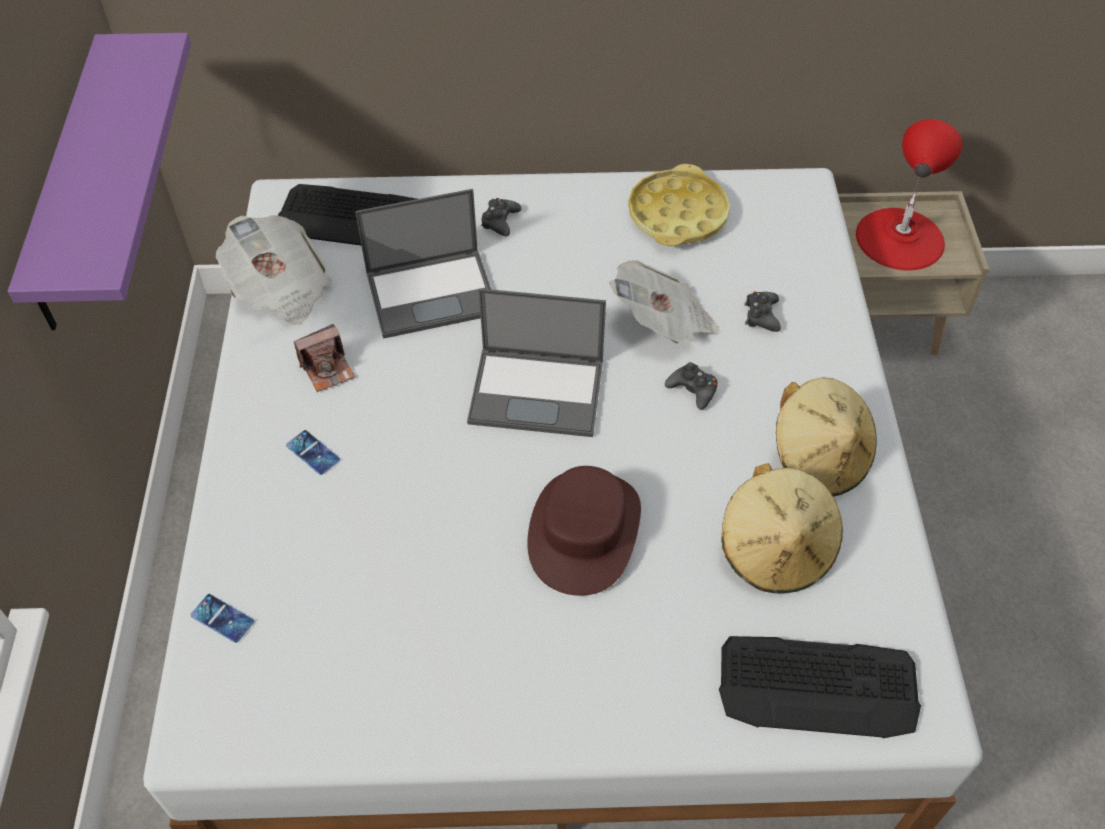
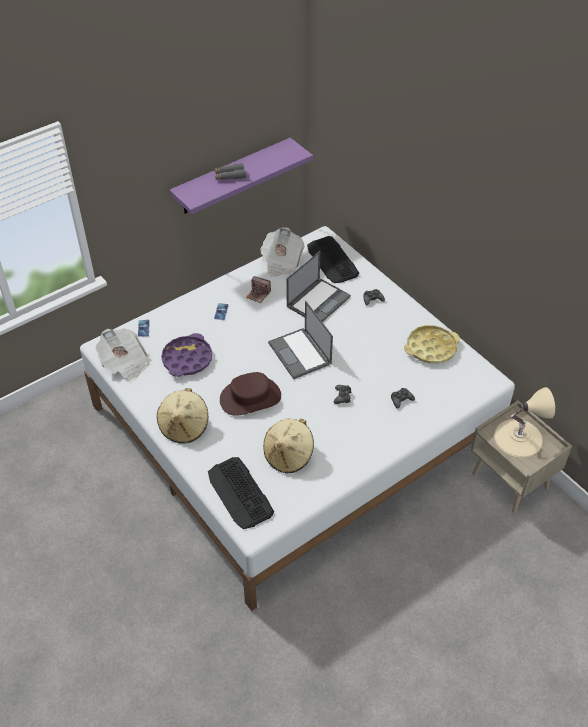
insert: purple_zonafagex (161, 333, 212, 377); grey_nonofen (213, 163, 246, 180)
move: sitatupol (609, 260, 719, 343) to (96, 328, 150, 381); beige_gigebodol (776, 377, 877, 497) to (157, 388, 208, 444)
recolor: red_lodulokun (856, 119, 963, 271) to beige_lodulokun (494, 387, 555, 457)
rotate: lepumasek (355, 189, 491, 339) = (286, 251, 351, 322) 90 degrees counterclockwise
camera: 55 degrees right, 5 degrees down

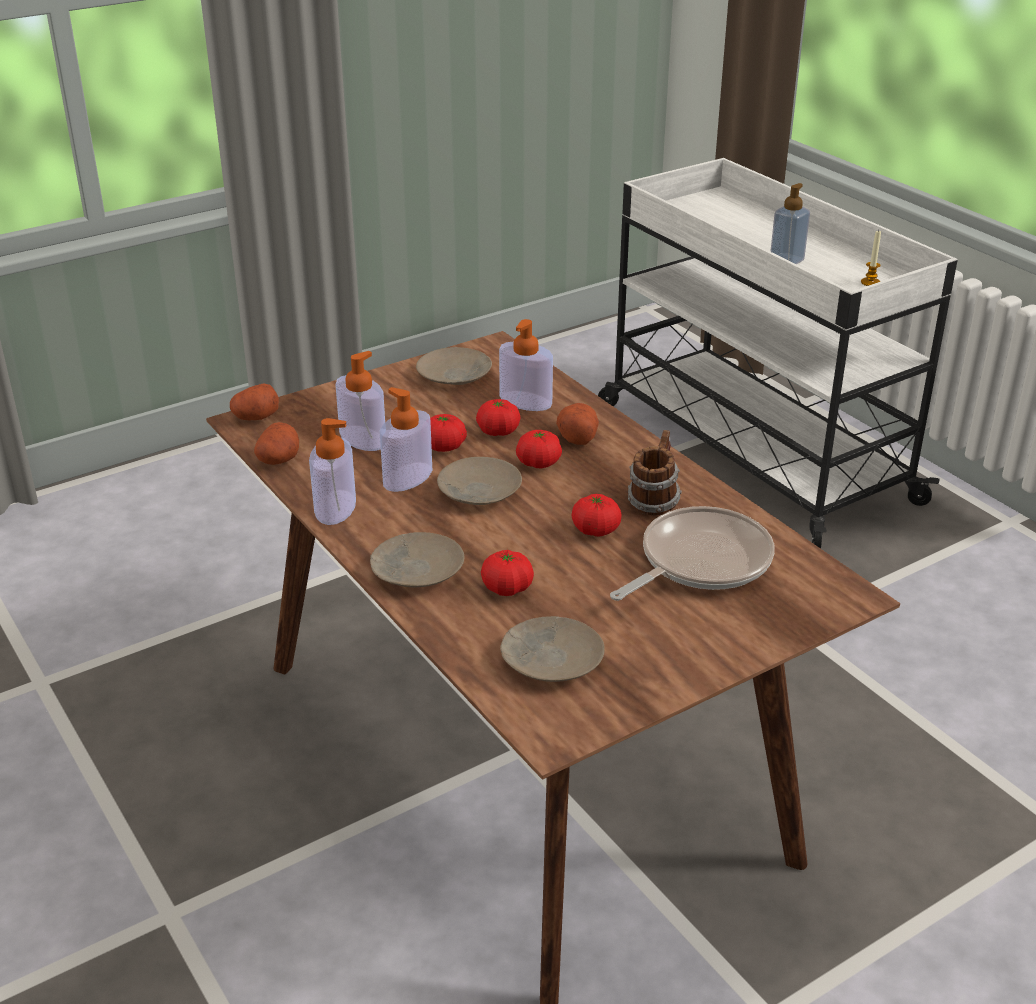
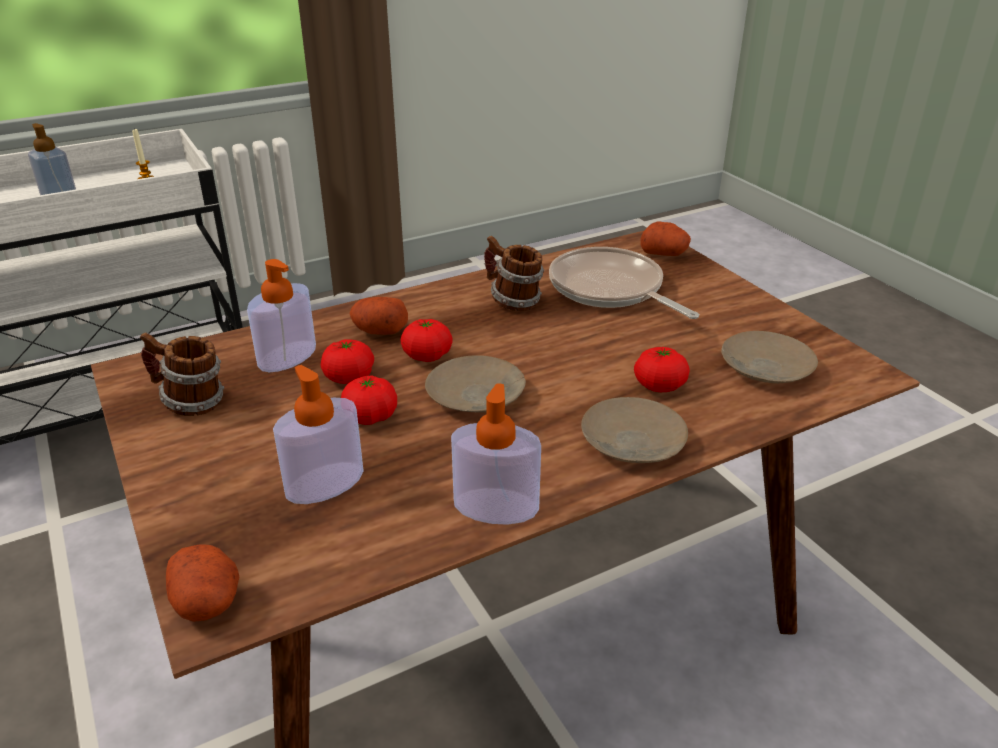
delete: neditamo (380, 387, 432, 492); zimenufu (572, 494, 622, 537)
move: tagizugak (254, 422, 299, 465) to (641, 222, 691, 256)
replace: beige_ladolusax (416, 347, 492, 385) to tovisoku (140, 333, 224, 416)
camera: 85 degrees left, 0 degrees up

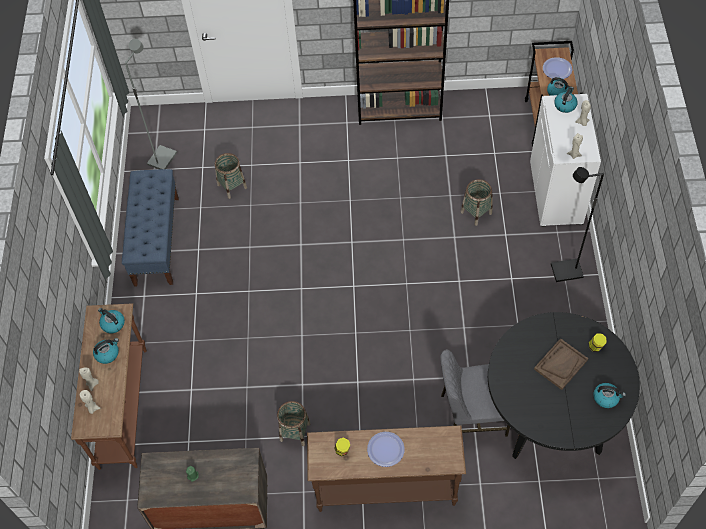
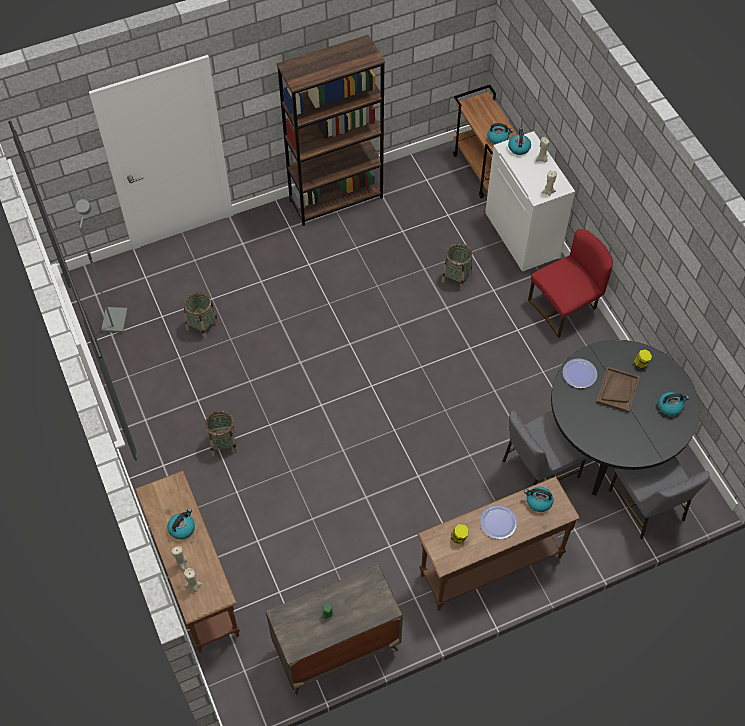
delete: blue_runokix (122, 169, 179, 287)
insert: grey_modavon (608, 457, 710, 539)
move: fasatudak (98, 308, 125, 333) to (524, 486, 554, 512); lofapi (277, 401, 310, 446) to (205, 410, 238, 457); ladolusax (543, 57, 572, 79) to (563, 358, 597, 388)
replace: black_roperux (551, 167, 604, 282) to red_modavon (528, 229, 613, 338)
camera: 25 degrees left, 0 degrees up

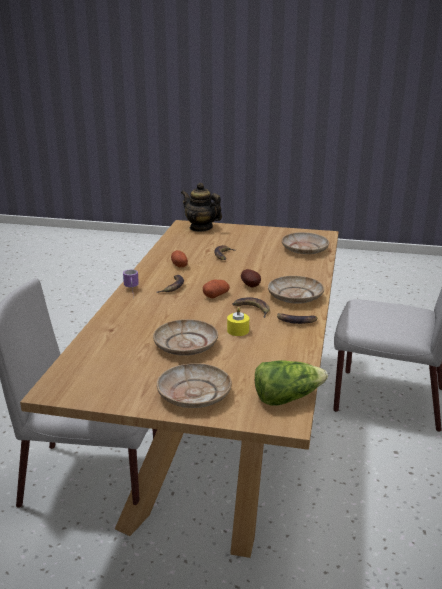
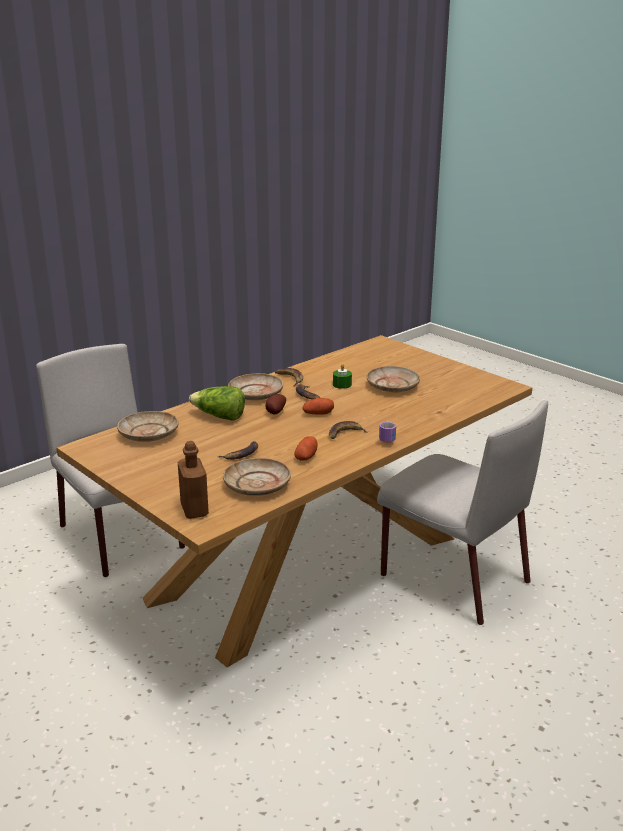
move: beige_ladolusax (157, 363, 232, 408) to (223, 458, 291, 496); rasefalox (255, 360, 328, 406) to (189, 386, 245, 421)
replace: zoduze (181, 183, 222, 232) to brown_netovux (178, 441, 209, 519)
recolor: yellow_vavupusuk (227, 307, 249, 336) to green_vavupusuk (333, 364, 352, 389)
camera: 145 degrees left, 0 degrees up

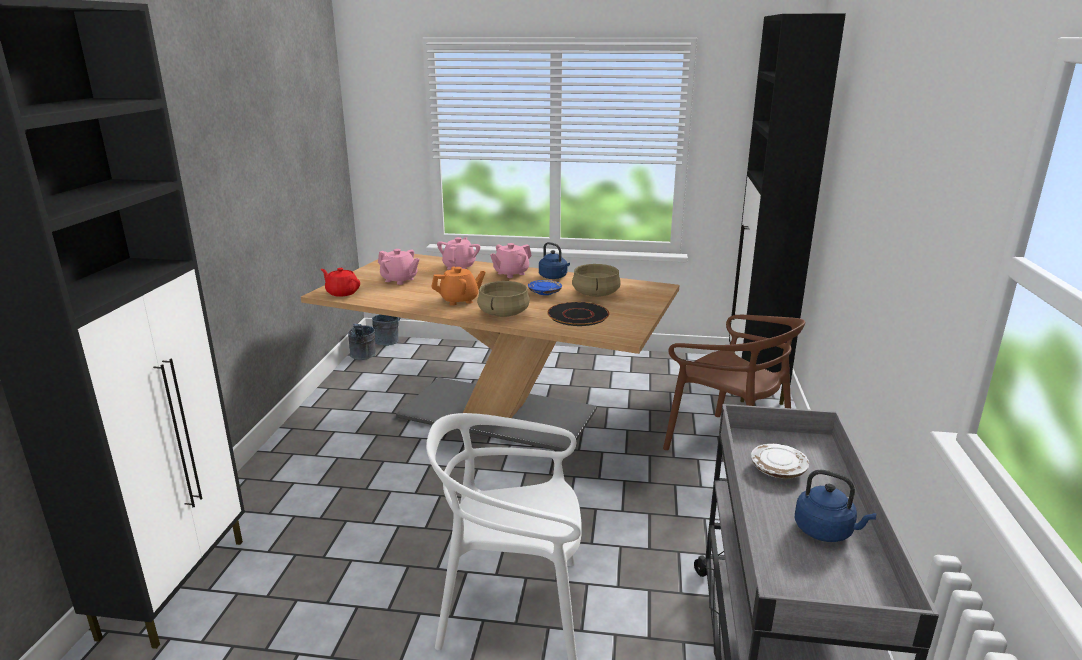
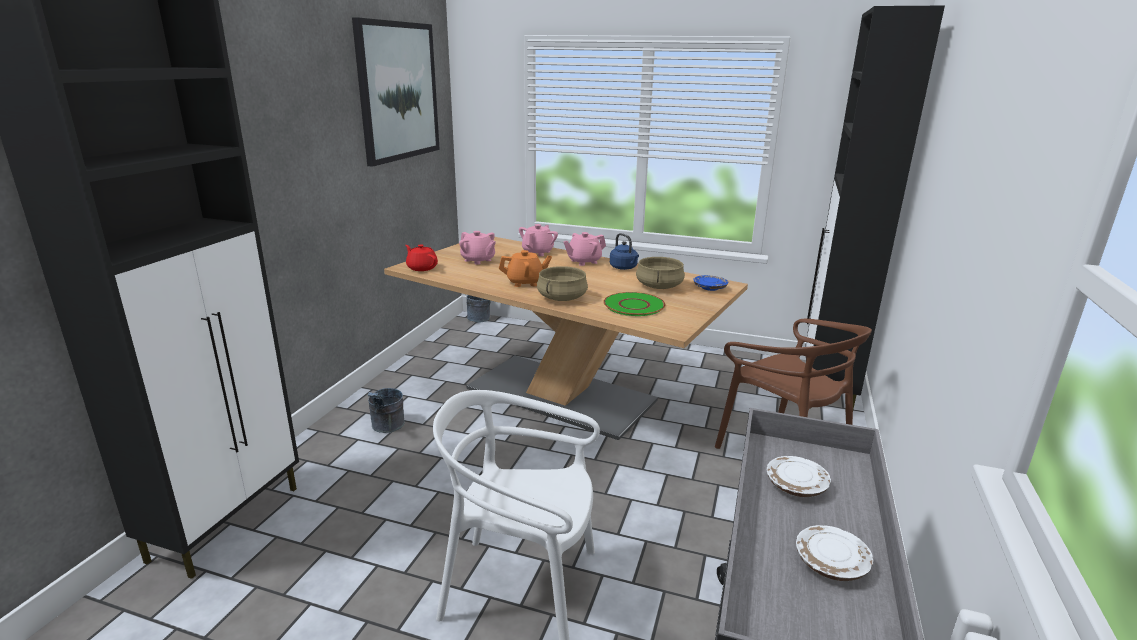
insert: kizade (352, 18, 440, 167)
move: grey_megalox (348, 324, 376, 360) to (368, 388, 405, 433); blue_ladolusax (528, 280, 562, 295) to (693, 275, 728, 291)
replace: blue_fasatudak (795, 470, 876, 542) to white_ladolusax (796, 525, 874, 581)
recolor: black_ladolusax (547, 302, 610, 326) to green_ladolusax (604, 292, 666, 316)
camera: 10 degrees right, 0 degrees up

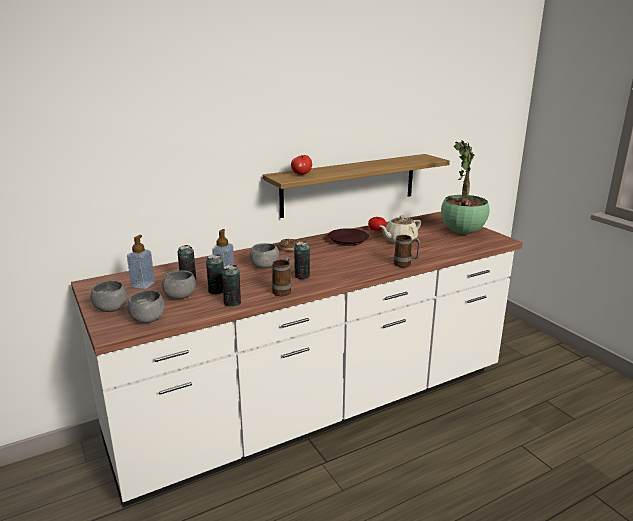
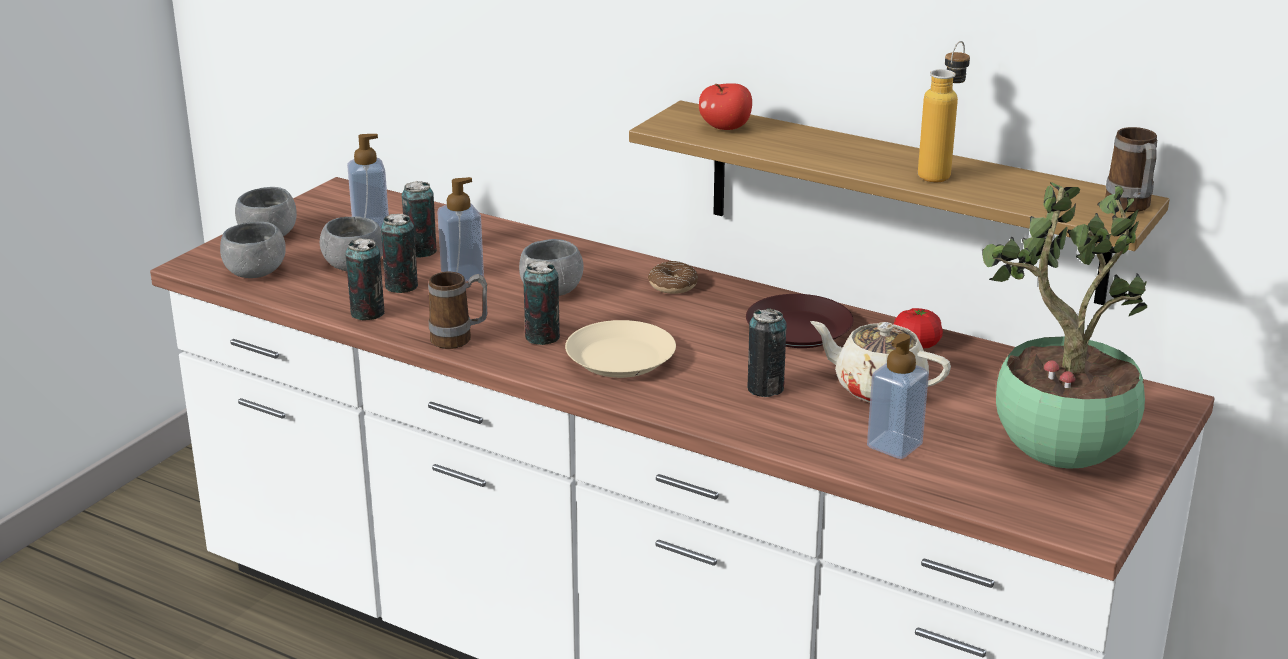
insert: beige_ladolusax (565, 320, 676, 378); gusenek (747, 308, 787, 397); neditamo (867, 333, 929, 459); netovux (918, 41, 970, 182)
move: tovisoku (394, 235, 420, 267) to (1105, 127, 1157, 212)
camera: 60 degrees right, 5 degrees up

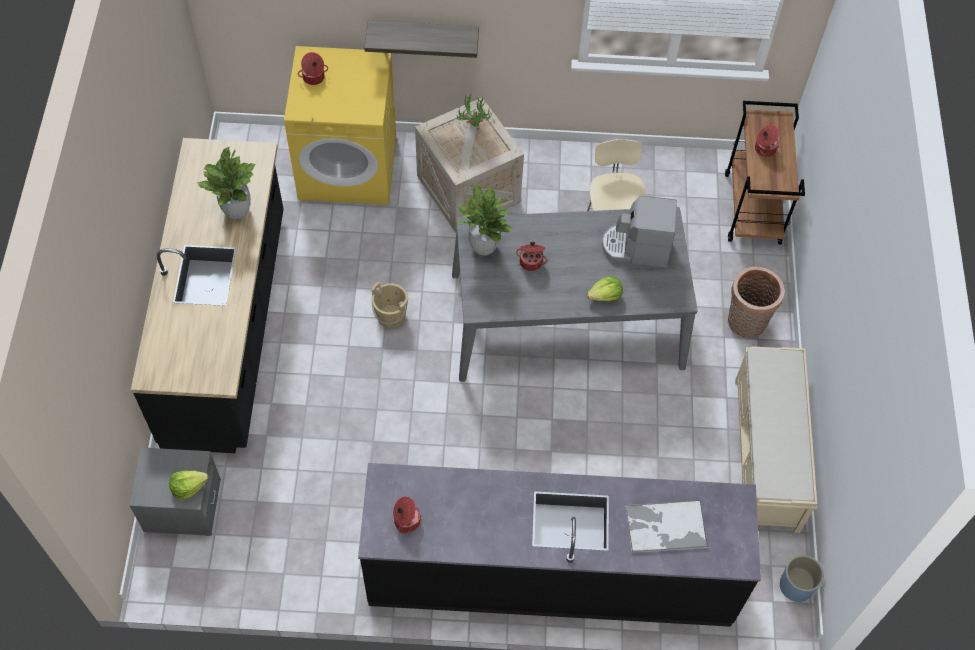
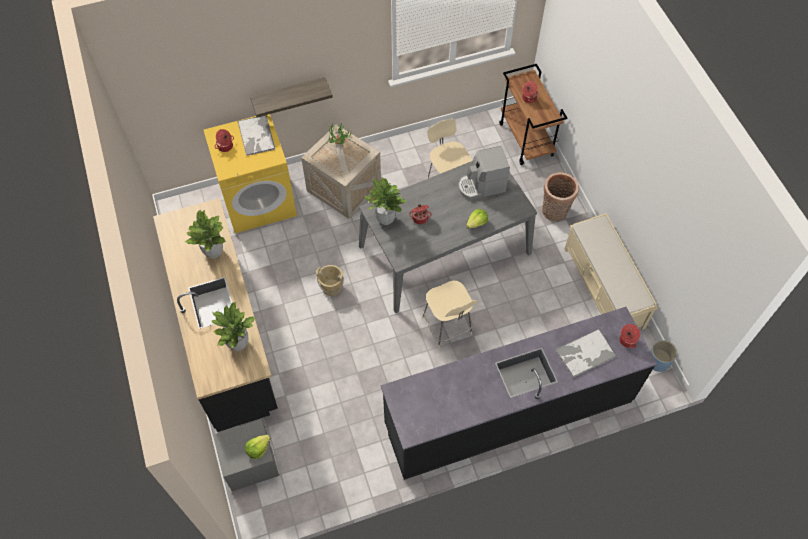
insert: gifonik (211, 302, 256, 351); zonafagex (237, 115, 275, 156); beige_modavon (422, 281, 478, 348)
move: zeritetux (393, 497, 421, 534) to (620, 324, 640, 348)
camera: 20 degrees left, 0 degrees up

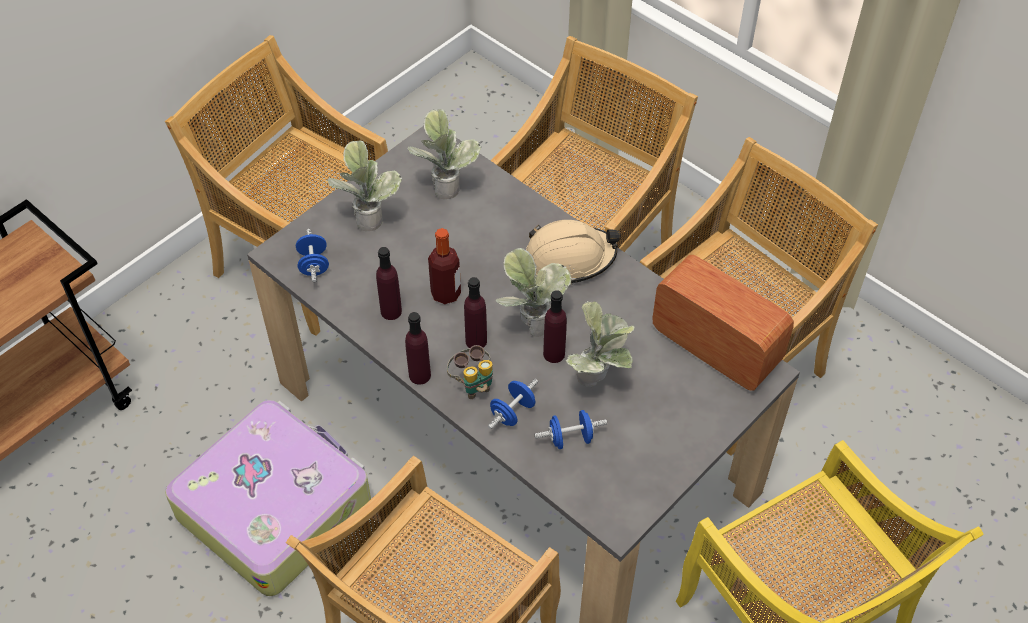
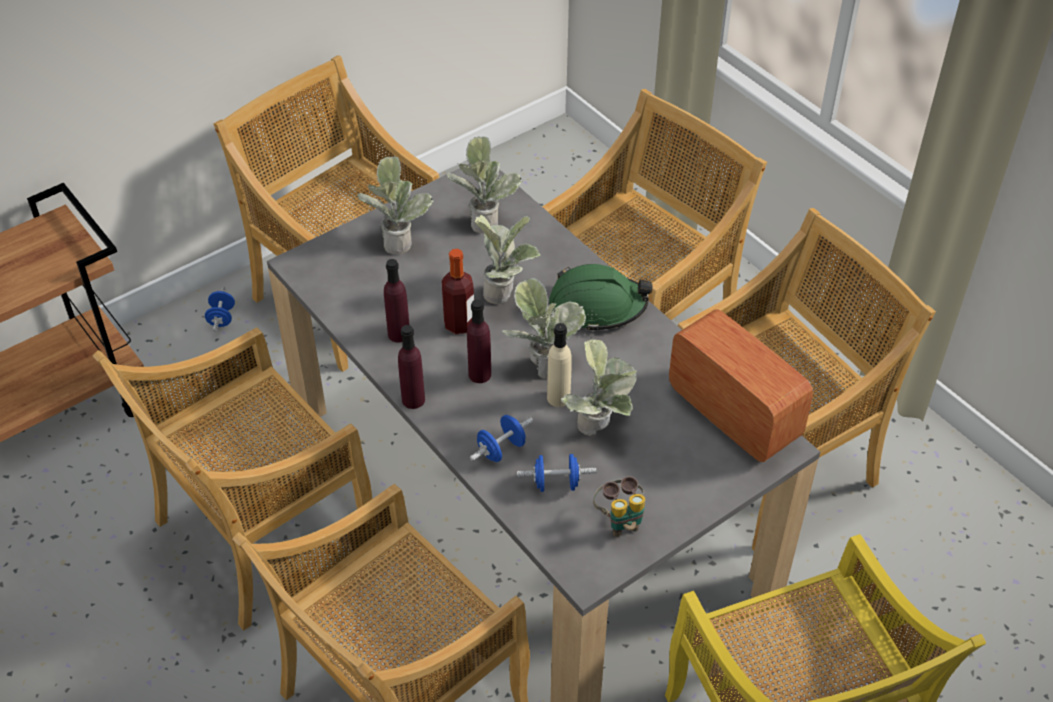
insert: gifonik (474, 215, 540, 304)
move: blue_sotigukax (296, 229, 329, 282) to (205, 287, 235, 331); nonofen (447, 345, 493, 399) to (593, 476, 645, 537)
replace: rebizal (165, 400, 371, 596) to beige_modavon (93, 328, 375, 630)
recolor: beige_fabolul (526, 220, 621, 285) to green_fabolul (549, 264, 653, 332); purple_netovux (543, 290, 567, 363) to beige_netovux (547, 323, 572, 407)
camera: 10 degrees right, 5 degrees down

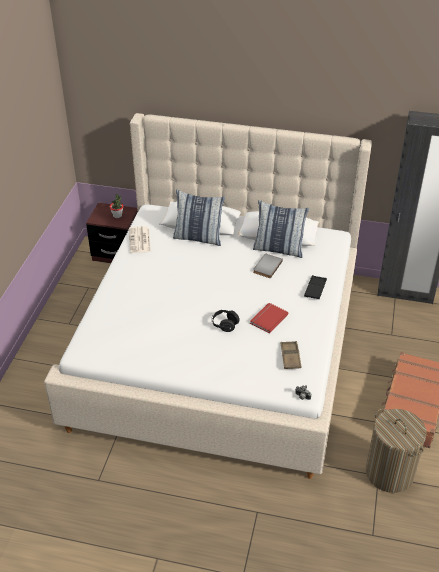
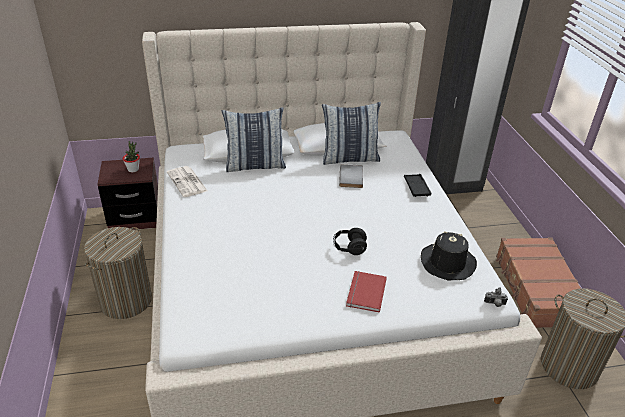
insert: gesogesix (84, 227, 152, 319)
move: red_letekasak (250, 303, 289, 333) to (346, 271, 387, 312)
replace: brown_zonafagex (281, 341, 301, 369) to black_gigebodol (421, 231, 477, 280)
camera: 25 degrees left, 5 degrees down

